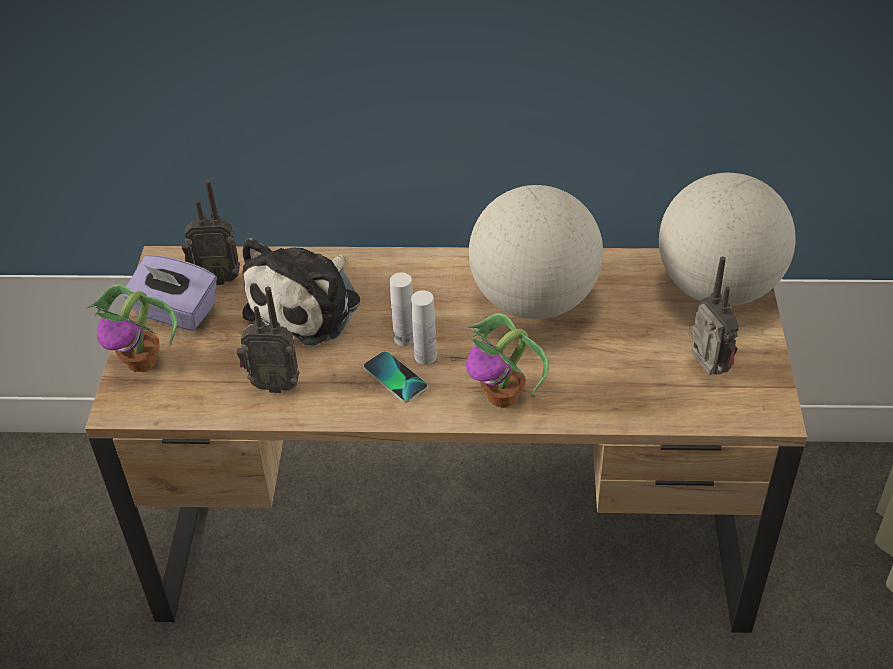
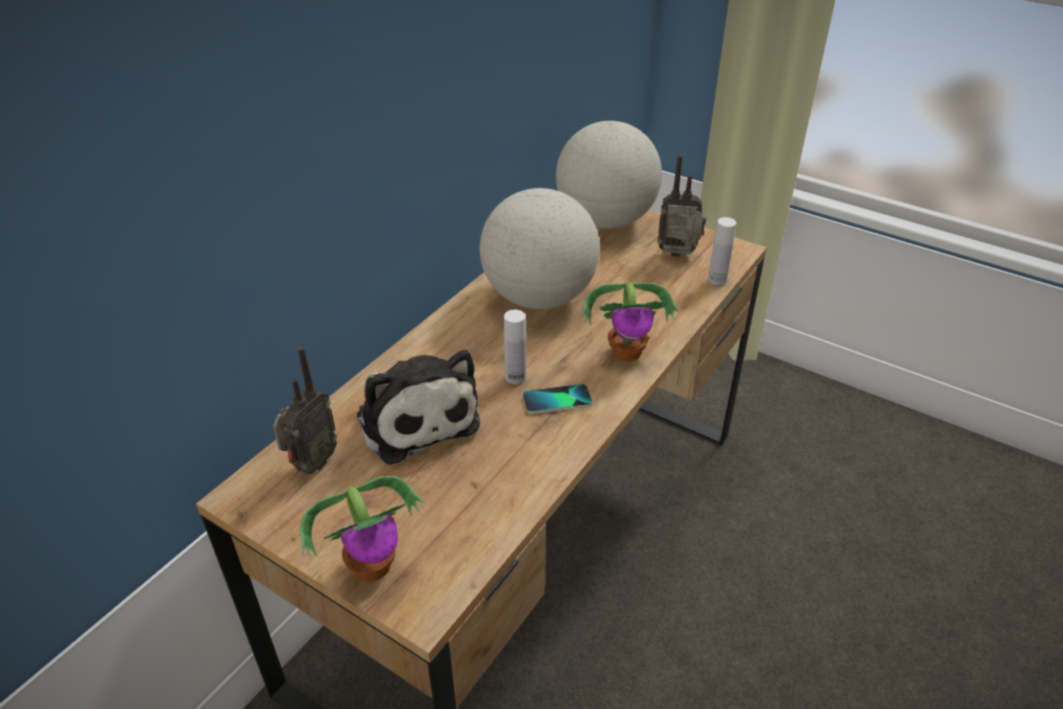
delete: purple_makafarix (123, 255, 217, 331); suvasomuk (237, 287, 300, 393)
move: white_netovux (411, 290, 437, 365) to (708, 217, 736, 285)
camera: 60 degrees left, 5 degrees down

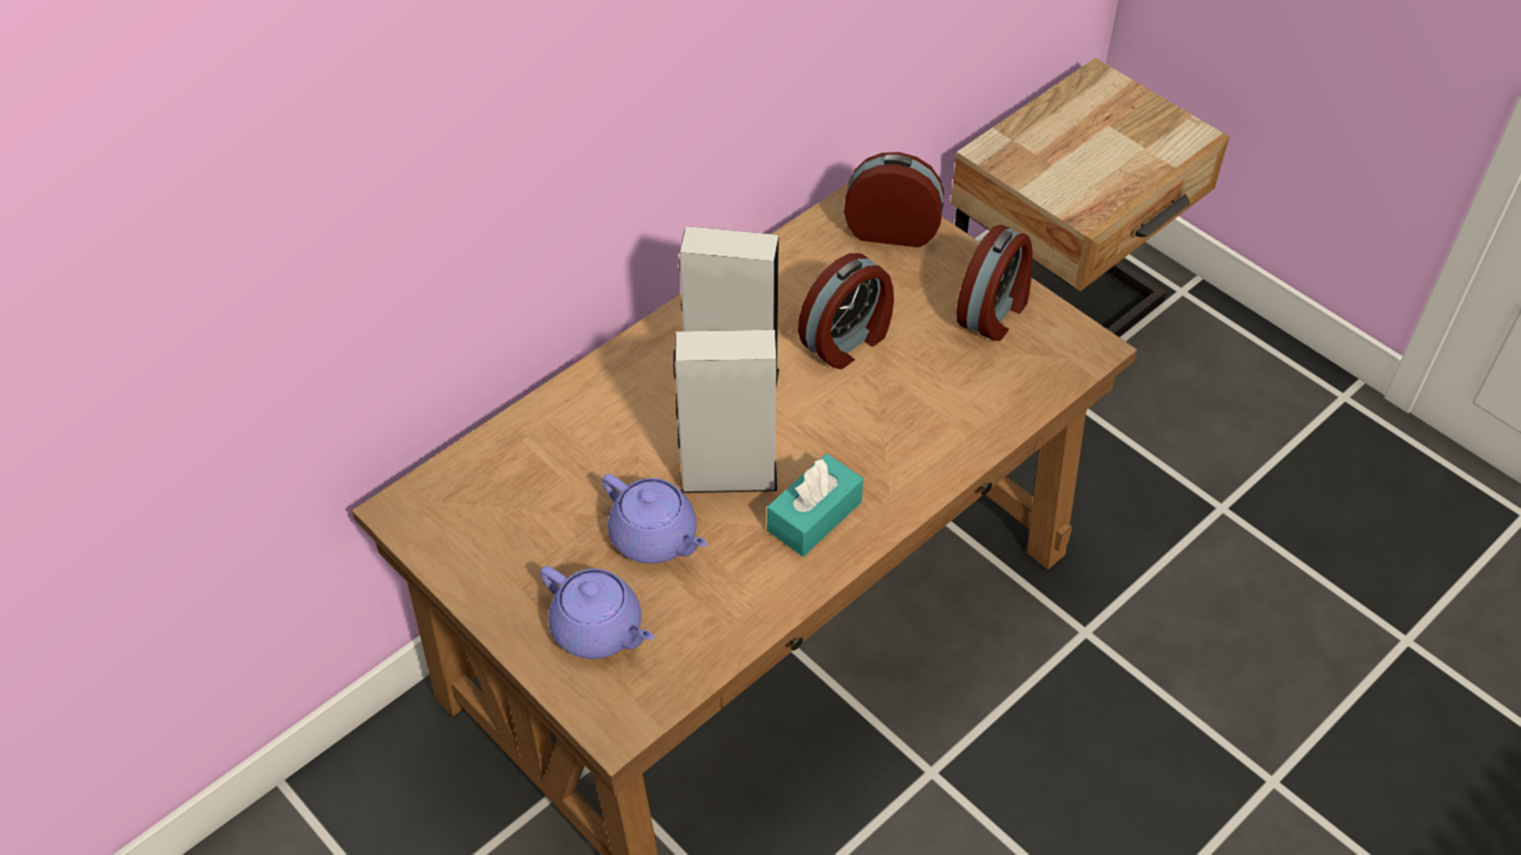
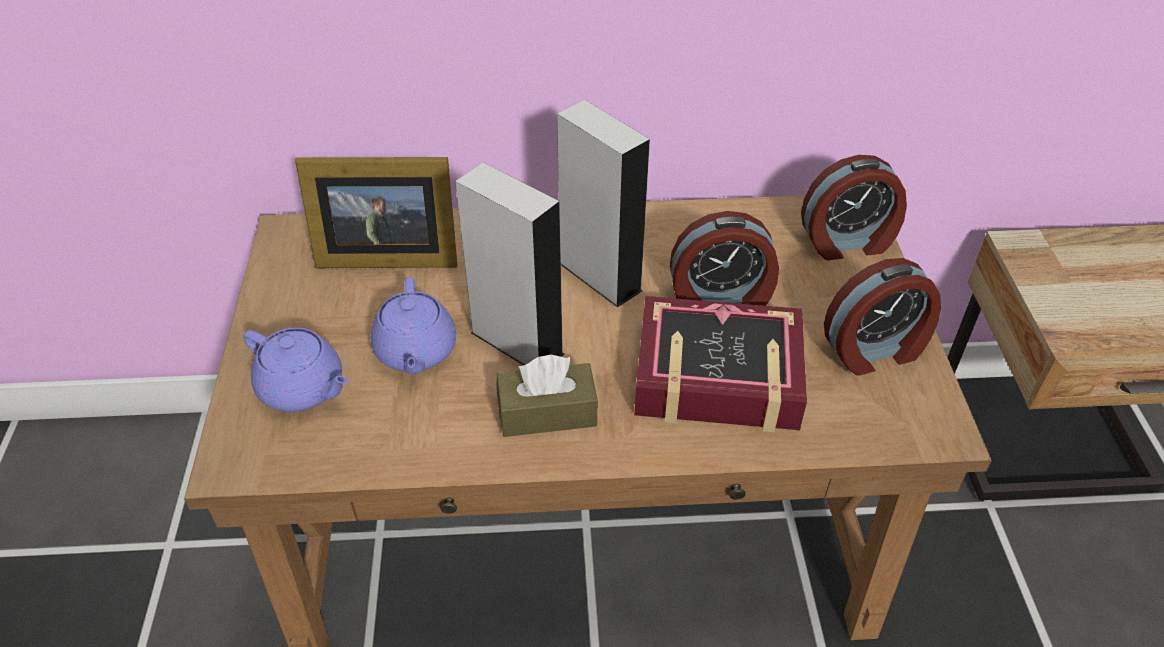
insert: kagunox (295, 157, 457, 268); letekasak (634, 296, 807, 432)
recolor: turquoise_makafarix (767, 454, 863, 557) to brown_makafarix (496, 355, 598, 437)
rotate: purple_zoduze (540, 566, 654, 659) = (243, 327, 349, 412) 45 degrees counterclockwise; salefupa (844, 152, 944, 247) = (801, 155, 907, 260) 120 degrees clockwise
camera: 40 degrees right, 5 degrees down

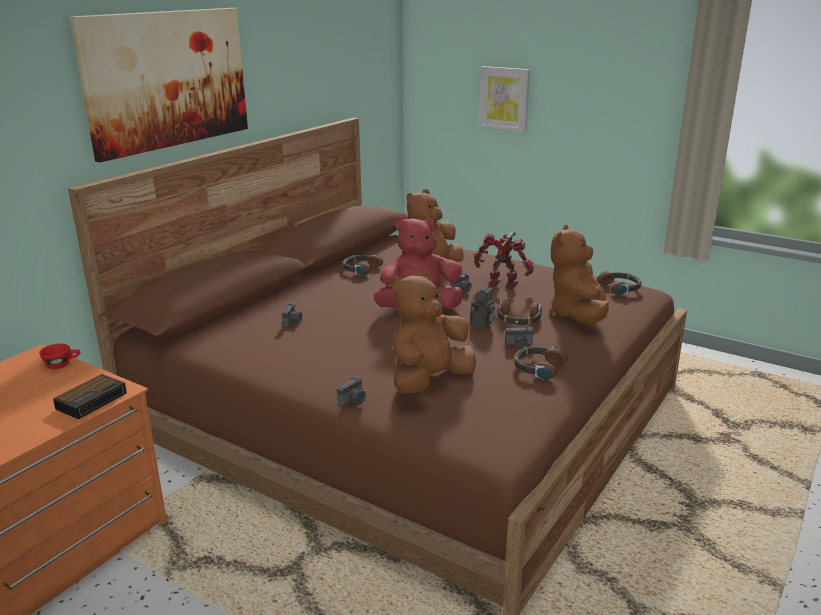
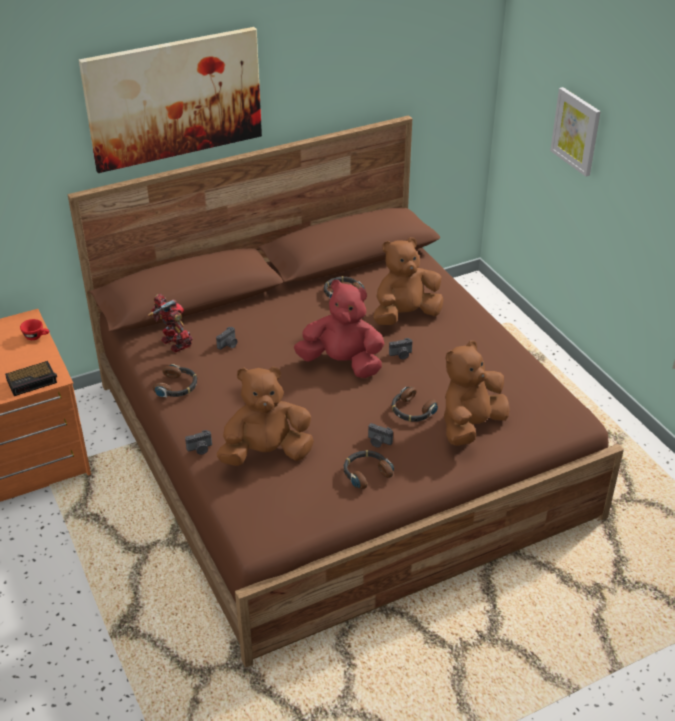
delete: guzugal (470, 287, 495, 328)
move: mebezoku (474, 231, 534, 289) to (148, 293, 193, 352); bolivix (597, 271, 642, 295) to (153, 364, 197, 397)
camera: 30 degrees right, 15 degrees up

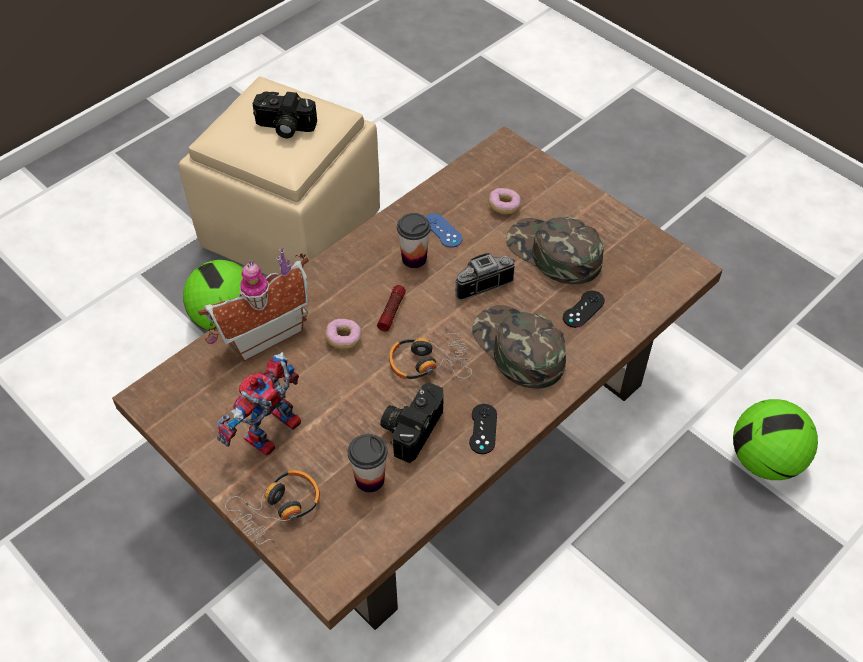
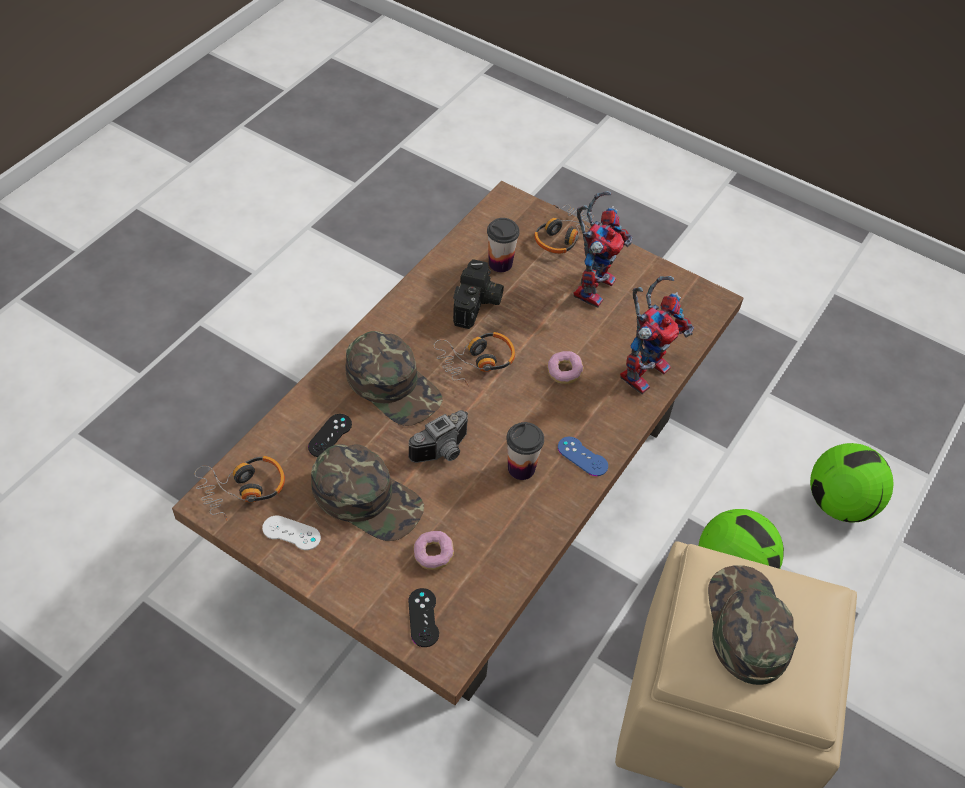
delete: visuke (377, 285, 406, 331)
insert: bolivix (194, 456, 285, 521); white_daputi (262, 515, 321, 550)
move: blue_daputi (425, 213, 463, 248) to (558, 437, 608, 476); black_daputi (469, 404, 497, 454) to (408, 588, 439, 647); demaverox (733, 399, 818, 480) to (810, 443, 894, 523)
replace: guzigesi (198, 248, 309, 362) to mebezoku (620, 276, 694, 394); guzugal (253, 92, 317, 138) to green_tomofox (708, 565, 798, 685)
camera: 165 degrees right, 0 degrees up

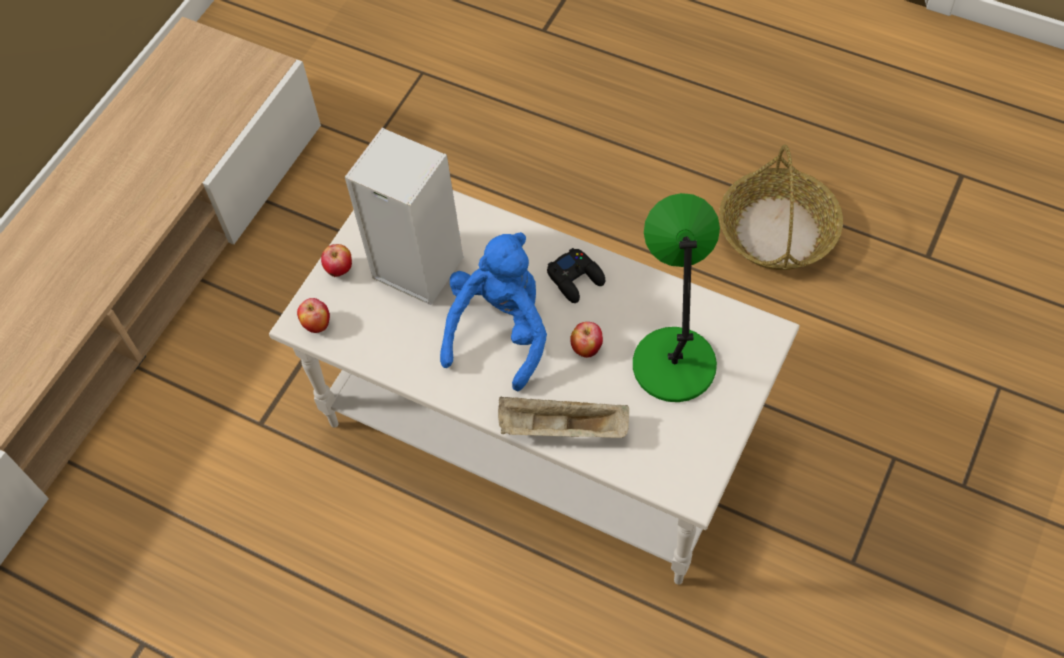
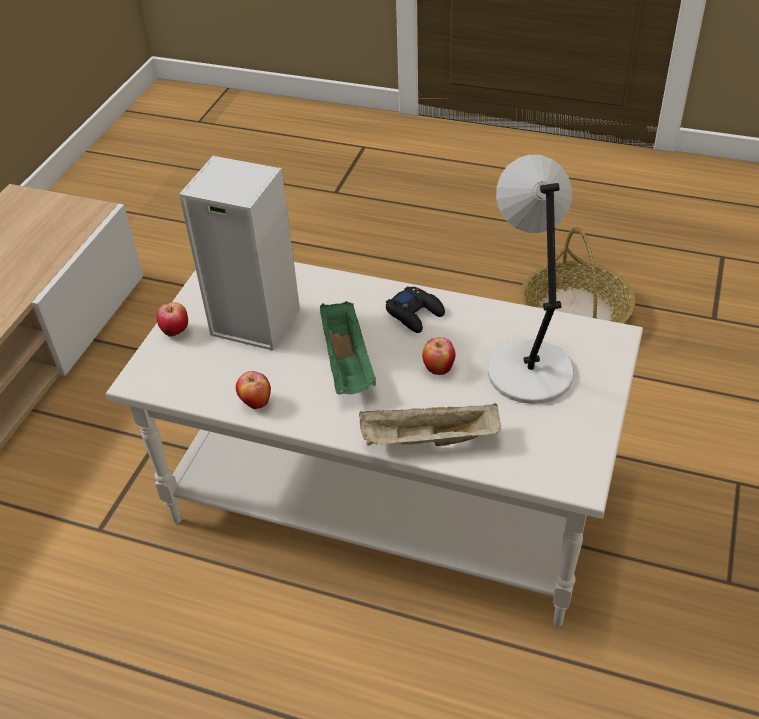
move: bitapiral (297, 298, 330, 333) to (236, 371, 271, 409)
replace: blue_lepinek (440, 232, 547, 391) to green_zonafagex (320, 301, 376, 395)
recolor: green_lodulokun (633, 193, 720, 402) to grey_lodulokun (488, 155, 574, 404)
camera: 10 degrees left, 15 degrees down

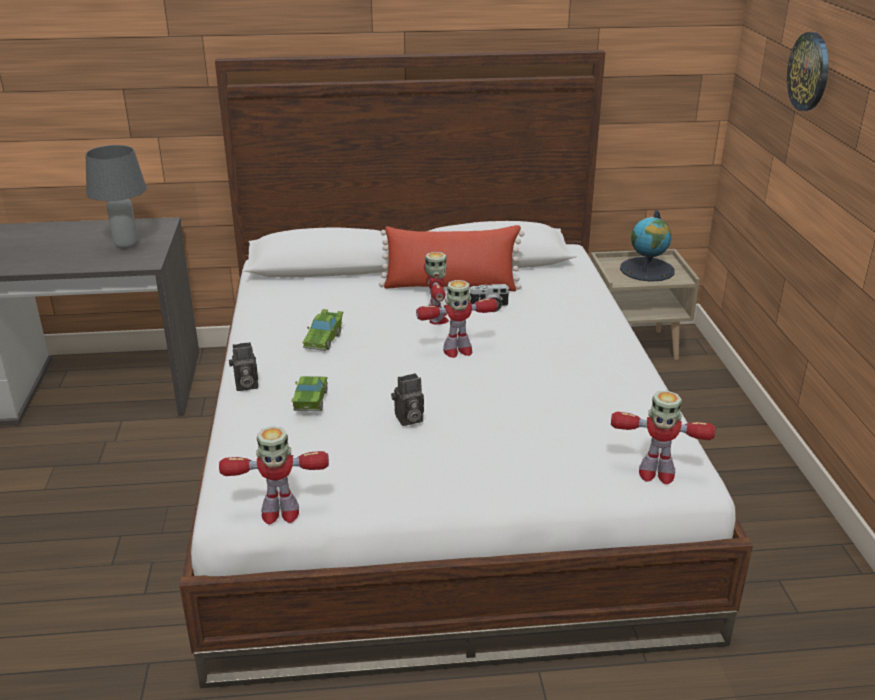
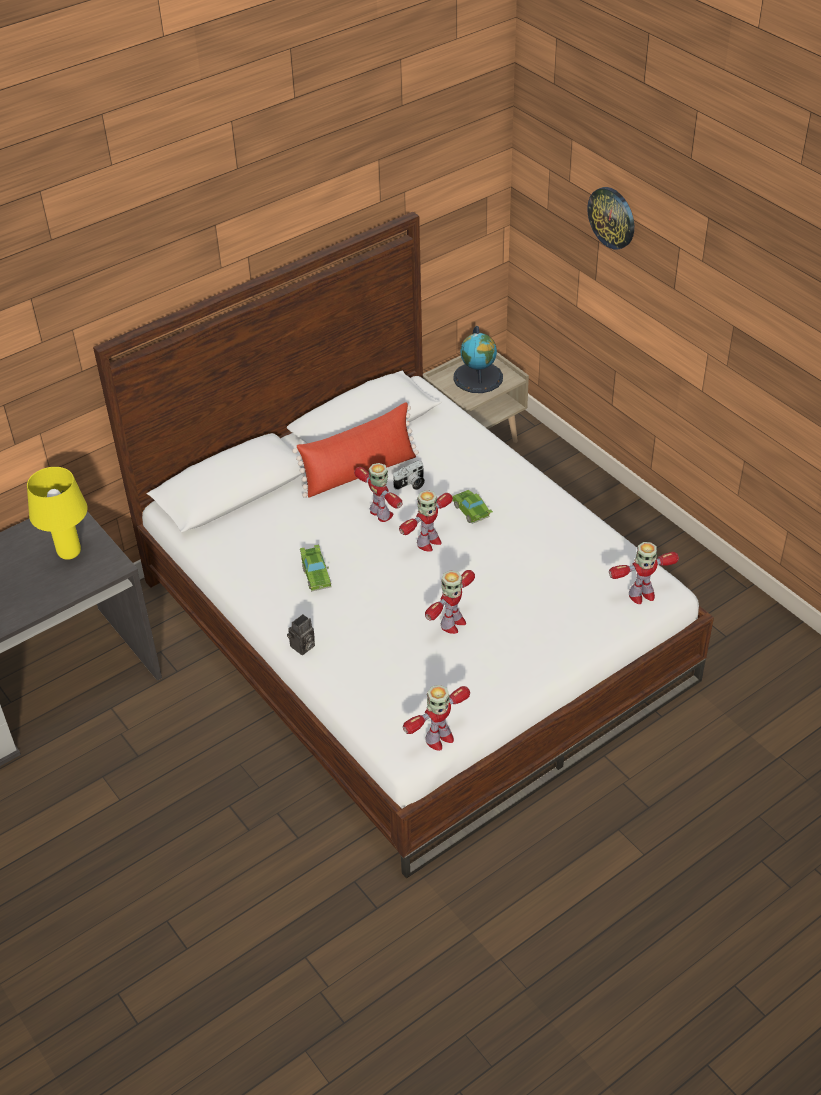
move: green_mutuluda (291, 376, 328, 411) to (452, 490, 493, 524)
replace: guzugal (391, 373, 424, 426) to mebezoku (425, 570, 475, 634)
recolor: grey_lodulokun (86, 145, 147, 248) to yellow_lodulokun (27, 467, 88, 560)
camera: 30 degrees left, 15 degrees up

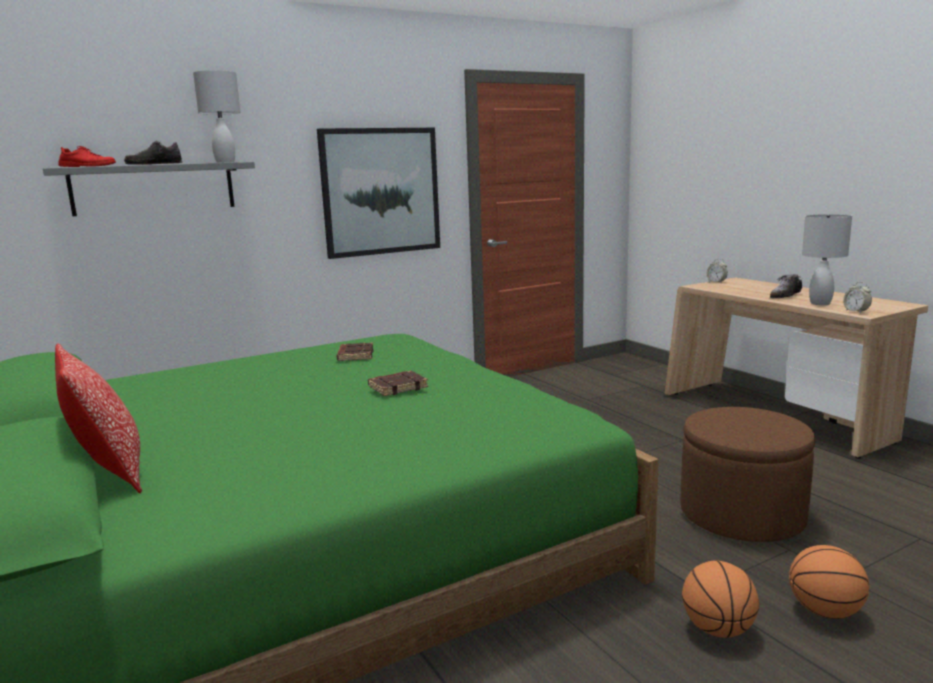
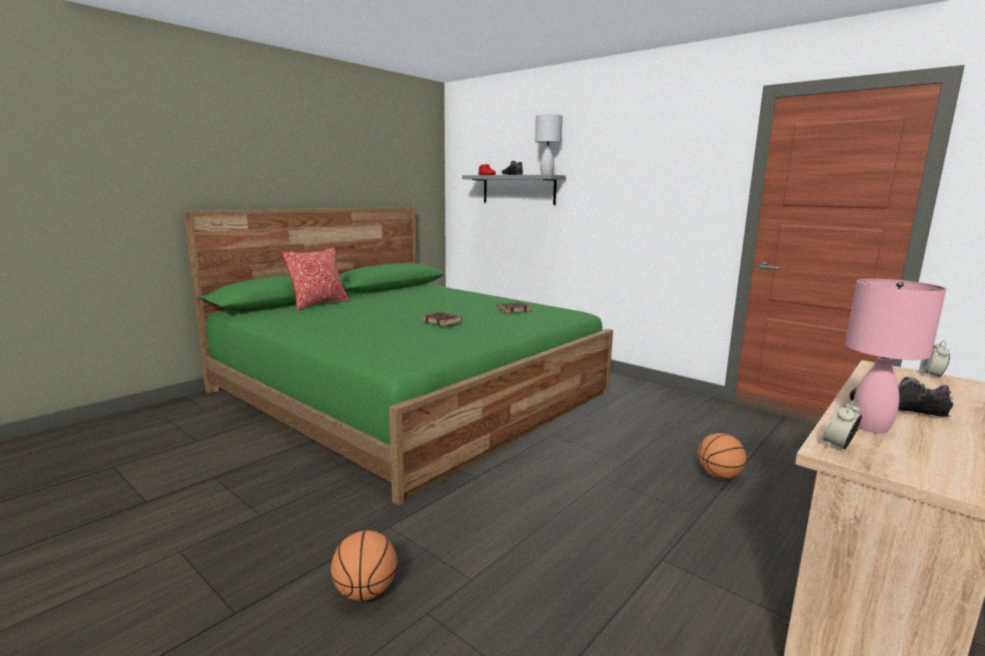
delete: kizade (317, 128, 440, 259); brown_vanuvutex (680, 407, 815, 542)
move: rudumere (682, 560, 759, 638) to (697, 433, 746, 479)
recolor: white_lodulokun (802, 214, 852, 305) to pink_lodulokun (845, 279, 946, 433)
camera: 70 degrees right, 0 degrees up

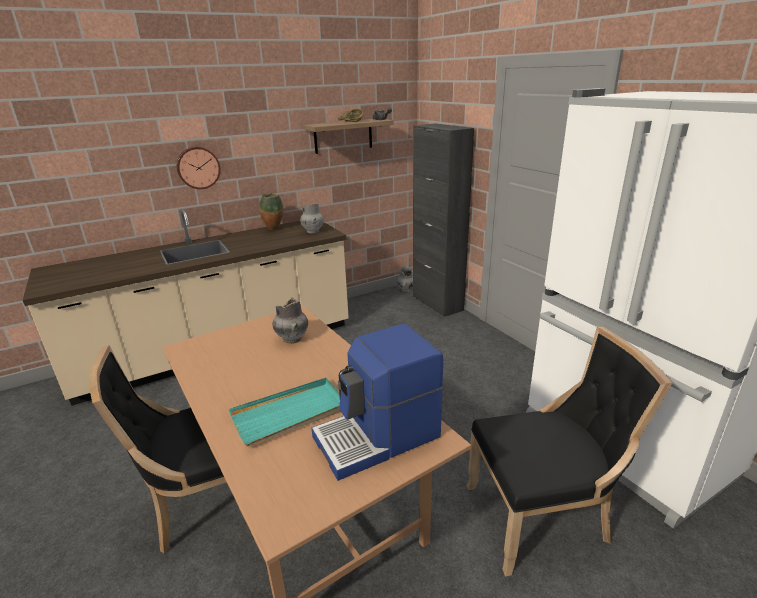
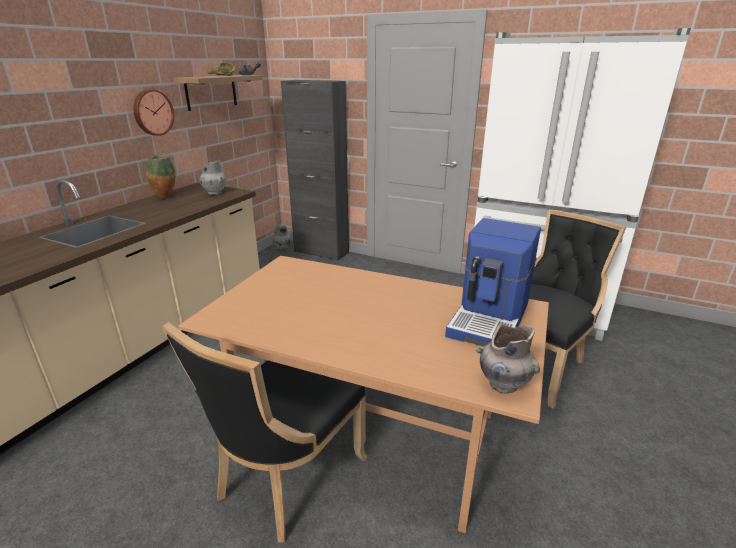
delete: turquoise_zonafagex (229, 378, 341, 446)
move: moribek (177, 147, 221, 189) to (133, 89, 174, 136); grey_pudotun (273, 298, 308, 344) to (476, 323, 540, 394)
camera: 35 degrees left, 0 degrees up

